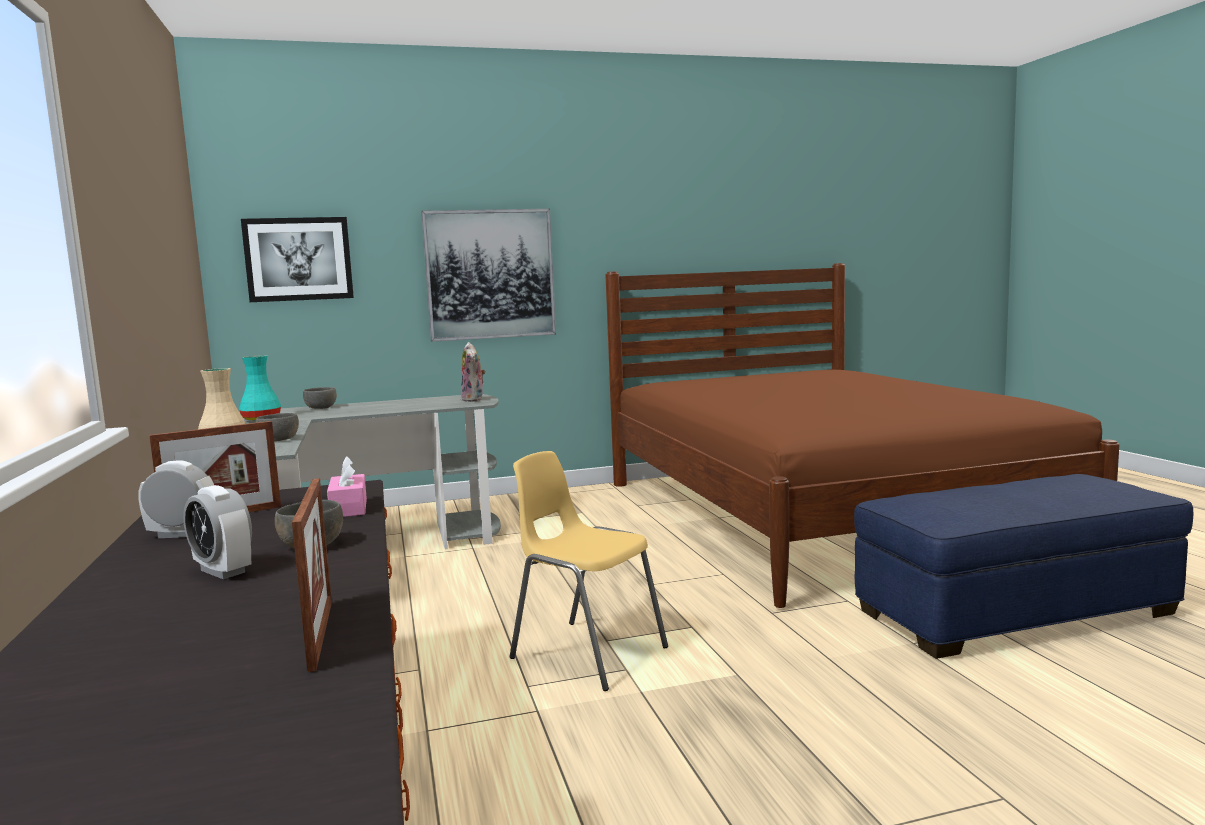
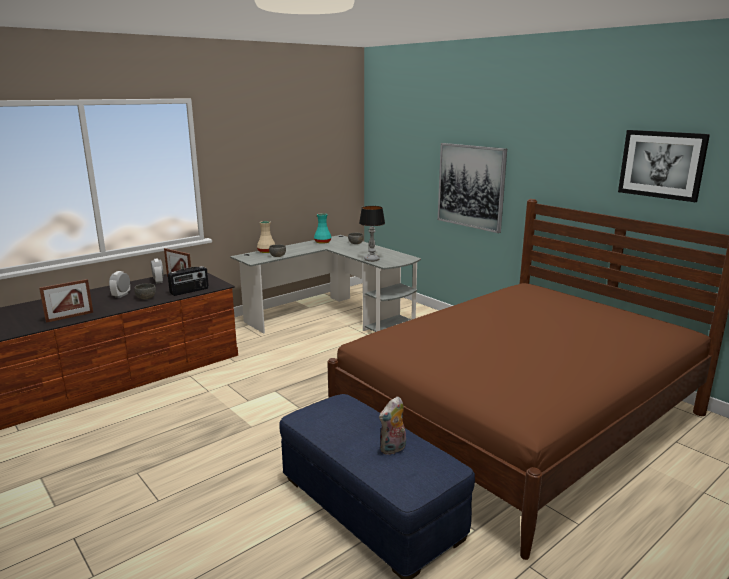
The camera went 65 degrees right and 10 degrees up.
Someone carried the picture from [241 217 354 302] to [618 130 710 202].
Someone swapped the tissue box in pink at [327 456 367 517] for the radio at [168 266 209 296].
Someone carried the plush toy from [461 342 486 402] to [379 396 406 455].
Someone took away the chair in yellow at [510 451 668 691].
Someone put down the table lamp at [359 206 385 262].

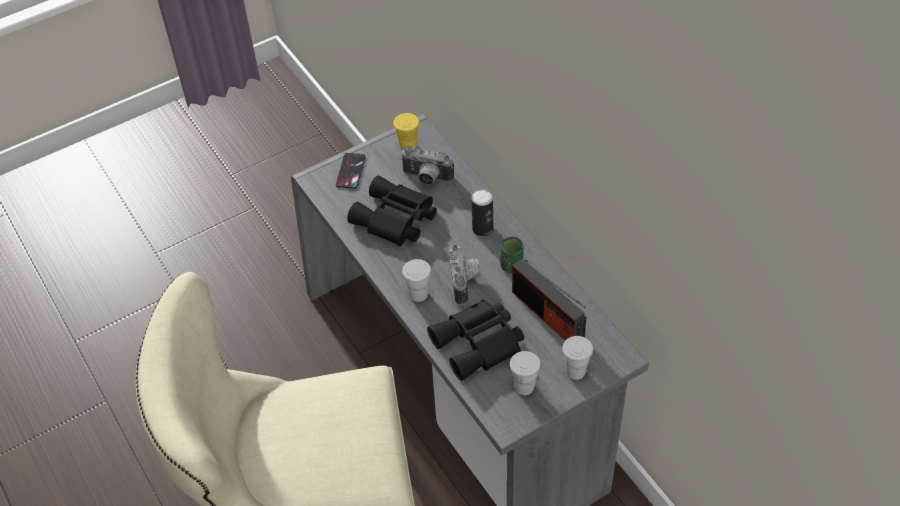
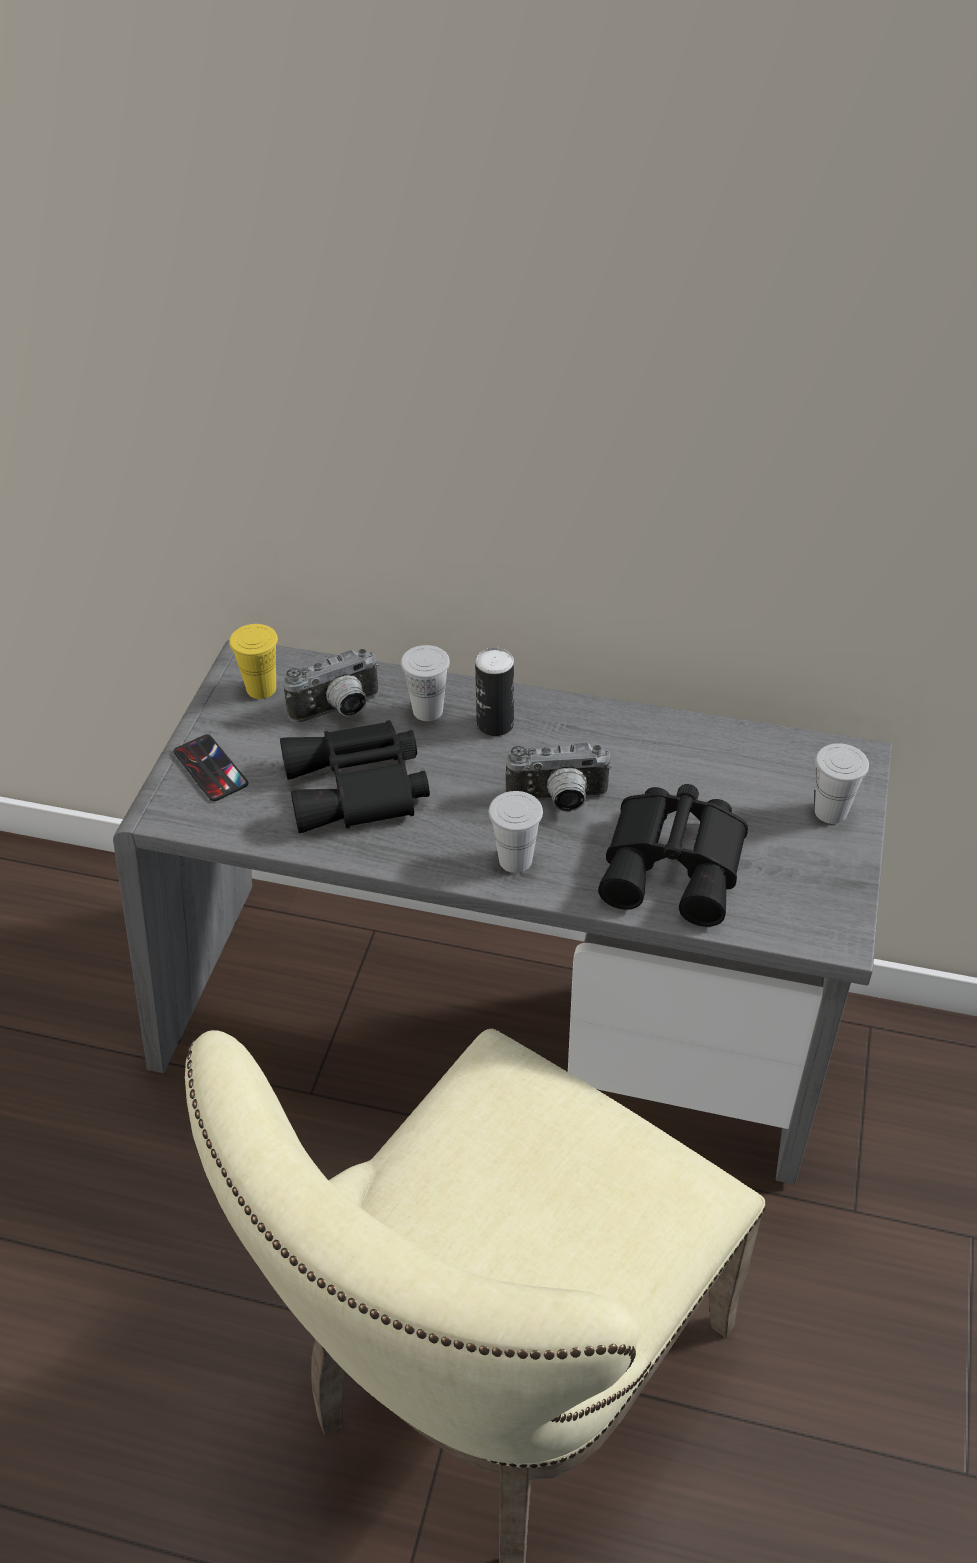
The camera went 45 degrees left and 5 degrees down.
Someone rotated the photo camera at [449 244 481 305] by 135 degrees clockwise.
Someone took away the cup in green at [500 237 524 273].
Someone carried the cup in white from [510 351 541 395] to [401 645 450 721].
Someone took away the radio at [512 258 586 341].

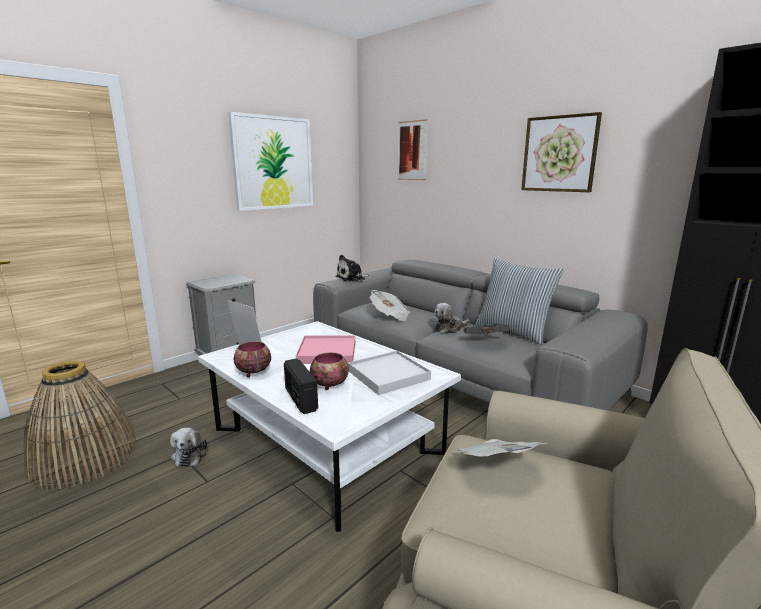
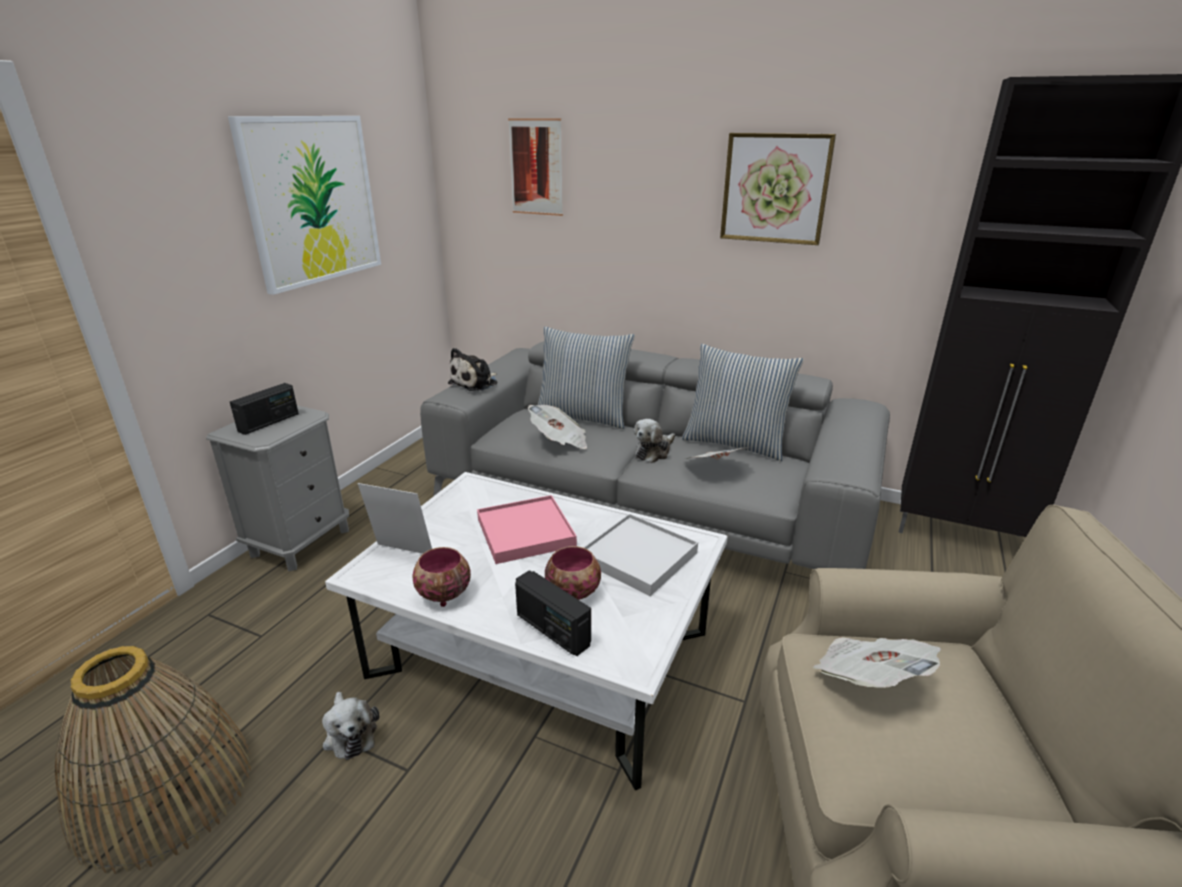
The camera went 20 degrees left and 10 degrees up.
Someone put down the radio at [230 383 299 435].
Someone put down the pillow at [538 327 635 429].

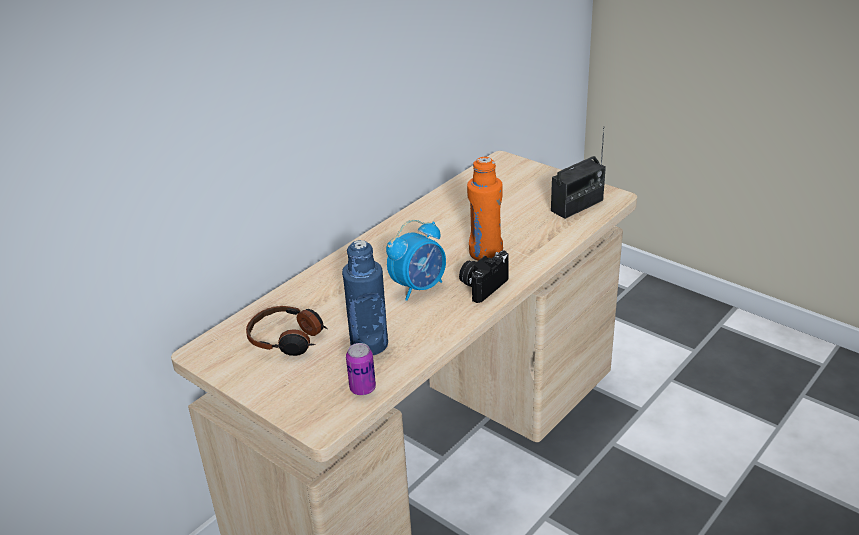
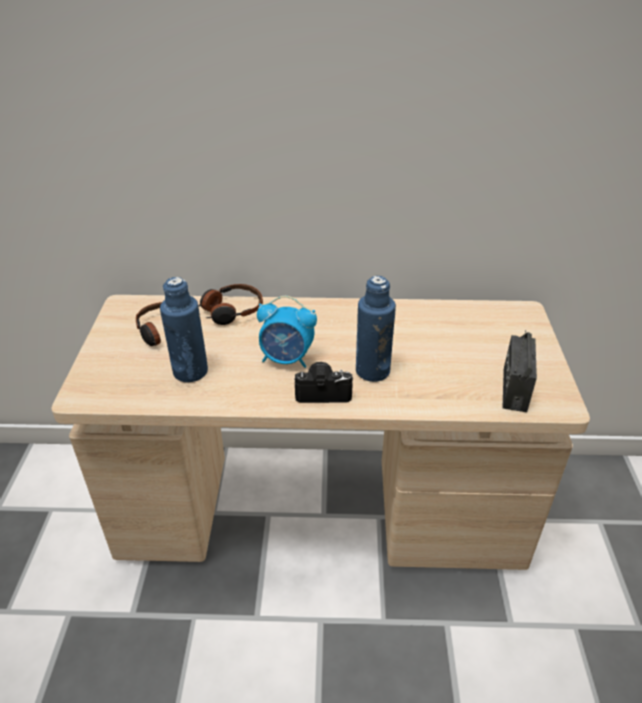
The camera went 50 degrees right and 5 degrees up.
Someone took away the can at [346 343 376 395].
Someone repainted the bottle in orange at [467 157 503 261], which became the bottle in blue at [356 276 396 382].
Someone rotated the radio at [551 127 606 219] by 90 degrees clockwise.
Someone put down the headphones at [198 284 263 325].

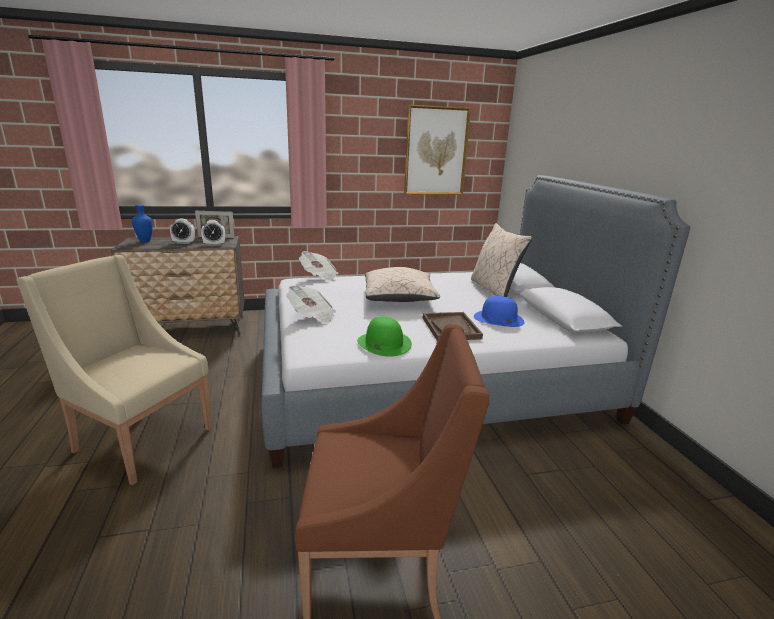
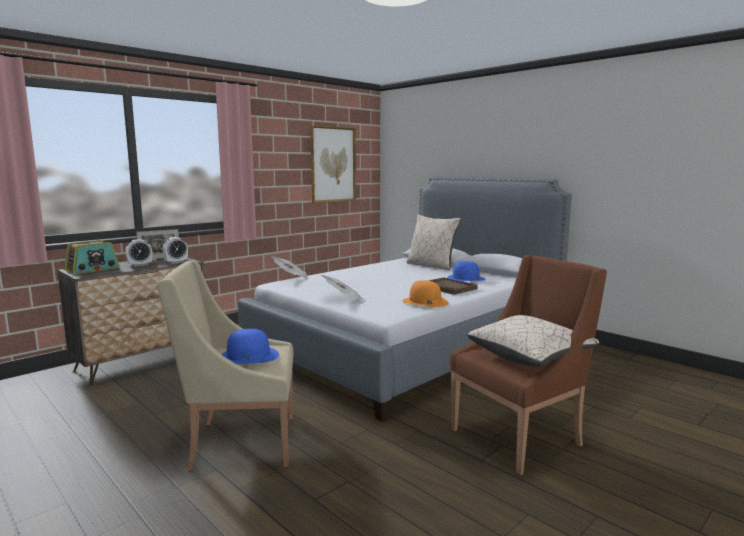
The camera went 30 degrees left and 10 degrees down.
Someone swapped the vase in blue at [132 205 153 243] for the radio at [64 240 119 274].
Someone repainted the hat in green at [357 316 412 357], which became the hat in orange at [402 280 448 307].
Someone carried the pillow in beige from [365 267 440 302] to [468 315 599 367].
Someone put down the hat in blue at [221 329 279 364].

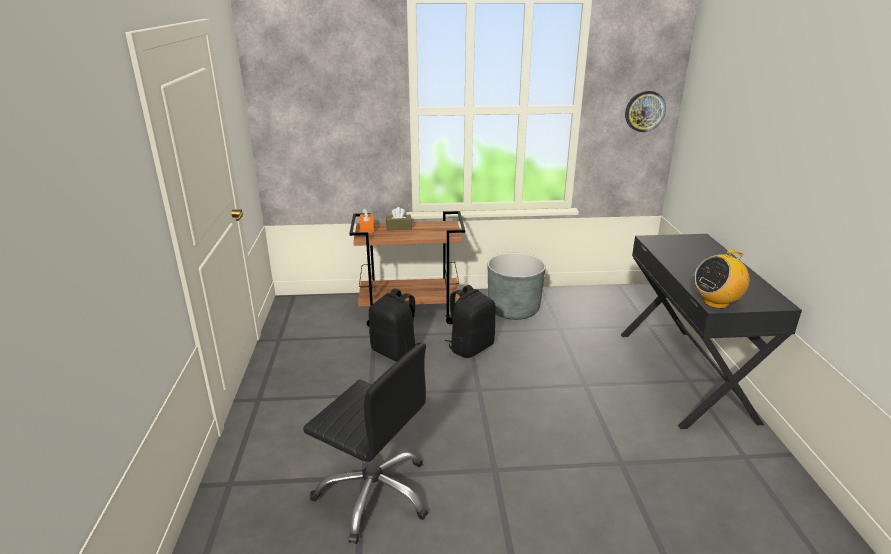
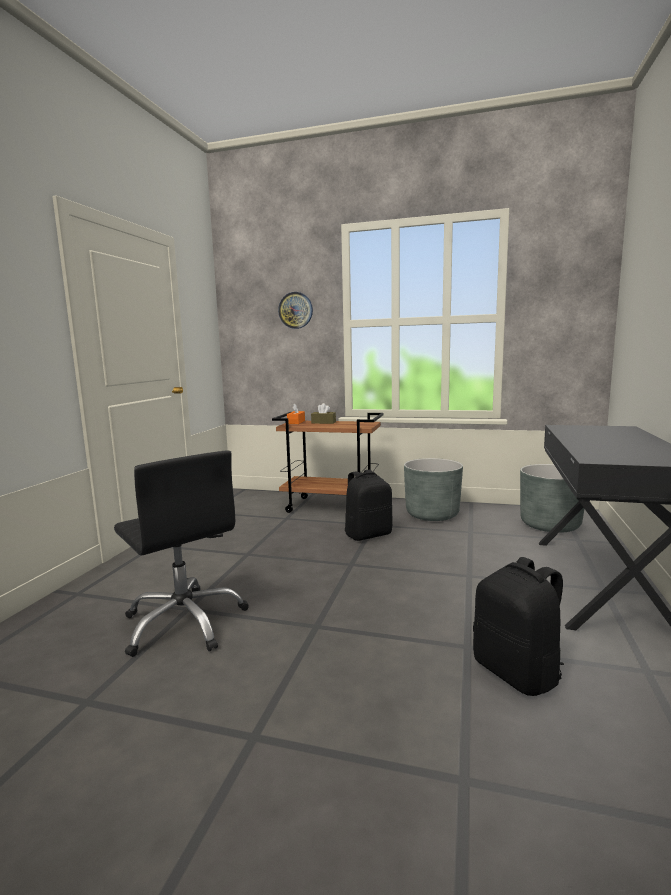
The camera went 20 degrees right and 15 degrees down.
Someone carried the backpack in black from [369 288 420 362] to [473 557 564 696].
Someone carried the wall clock from [625 91 666 132] to [278 292 313 329].
Someone took away the radio at [694 250 749 309].
Someone put down the planter in grey at [520 464 584 533].

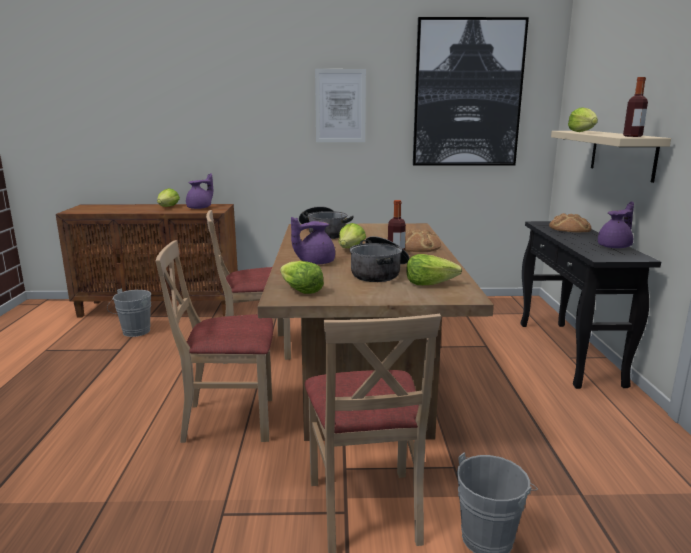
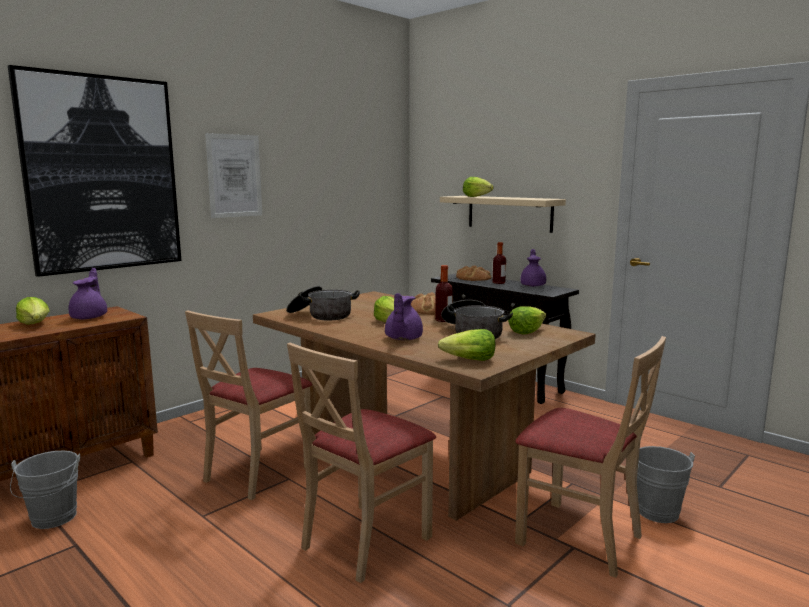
The camera went 45 degrees left and 5 degrees down.
Someone carried the picture from [413 17 529 166] to [8 65 181 277].
Someone carried the bottle from [623 77 648 137] to [493 242 506 284].

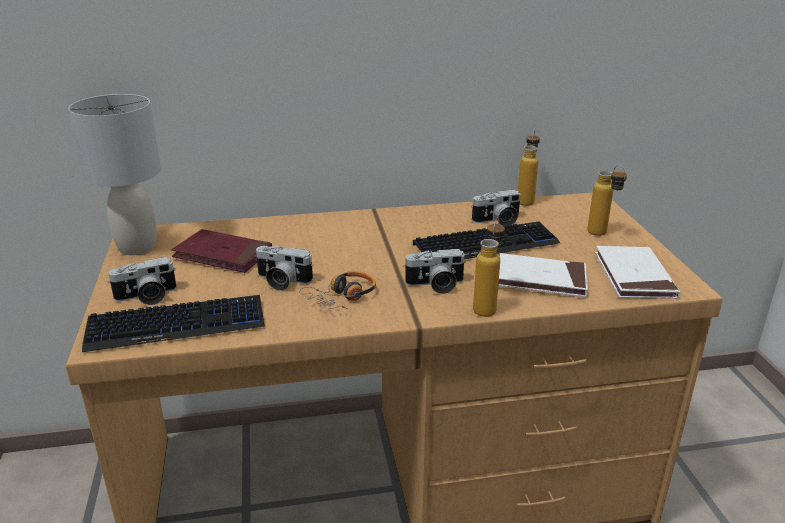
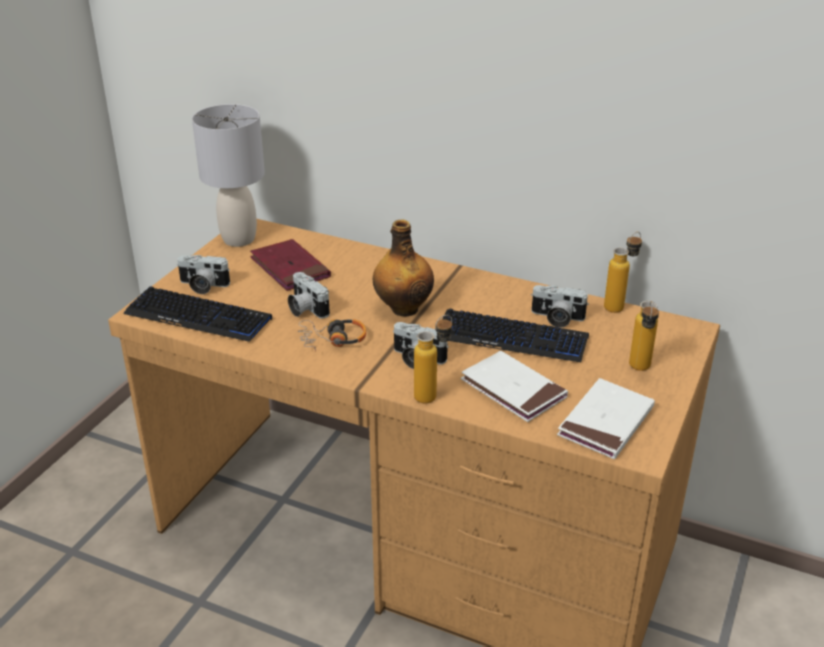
The camera went 35 degrees right and 5 degrees up.
Someone put down the bottle at [373 219 434 317].

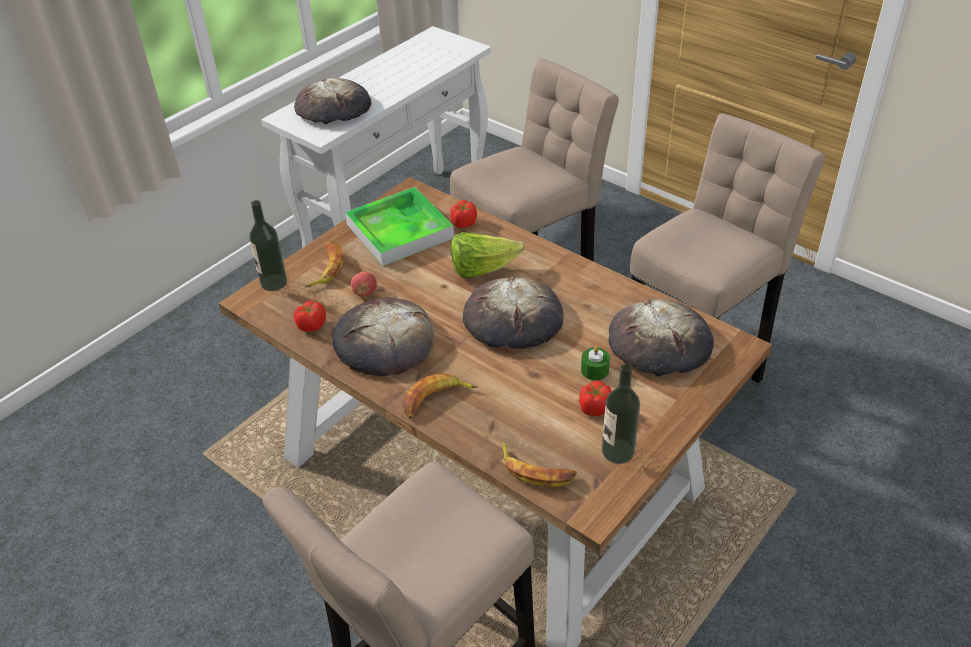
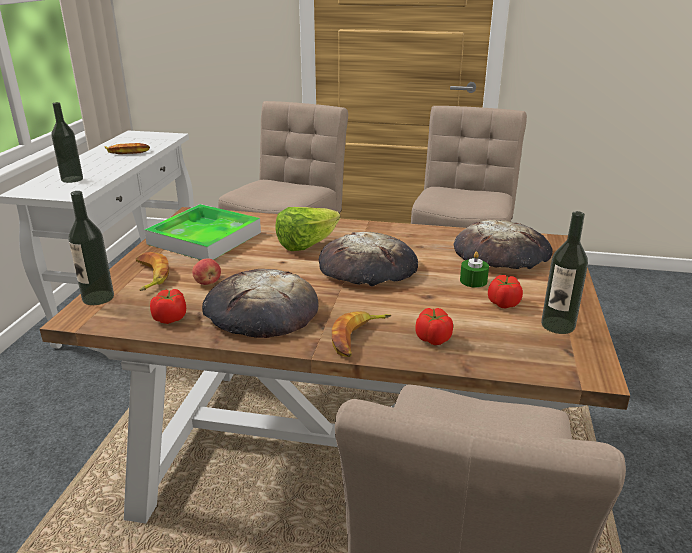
The camera went 30 degrees left and 15 degrees down.
Someone swapped the bread at [294 78 371 124] for the bottle at [52 102 83 183].
Someone carried the tomato from [450 200 477 228] to [415 308 453 345].
Someone carried the banana from [502 442 577 487] to [105 143 150 154].

